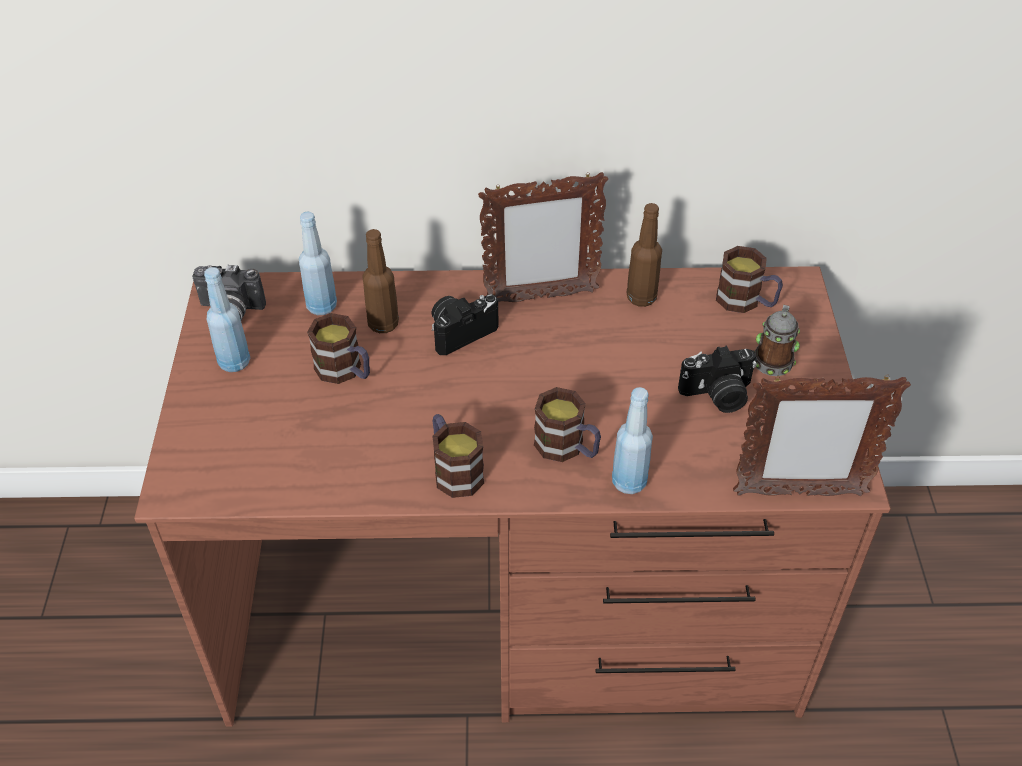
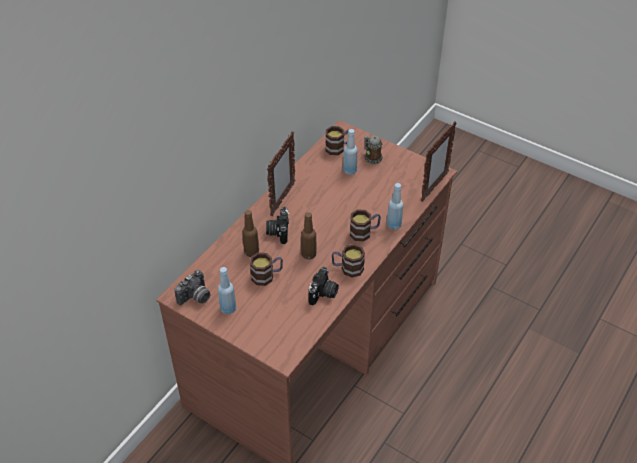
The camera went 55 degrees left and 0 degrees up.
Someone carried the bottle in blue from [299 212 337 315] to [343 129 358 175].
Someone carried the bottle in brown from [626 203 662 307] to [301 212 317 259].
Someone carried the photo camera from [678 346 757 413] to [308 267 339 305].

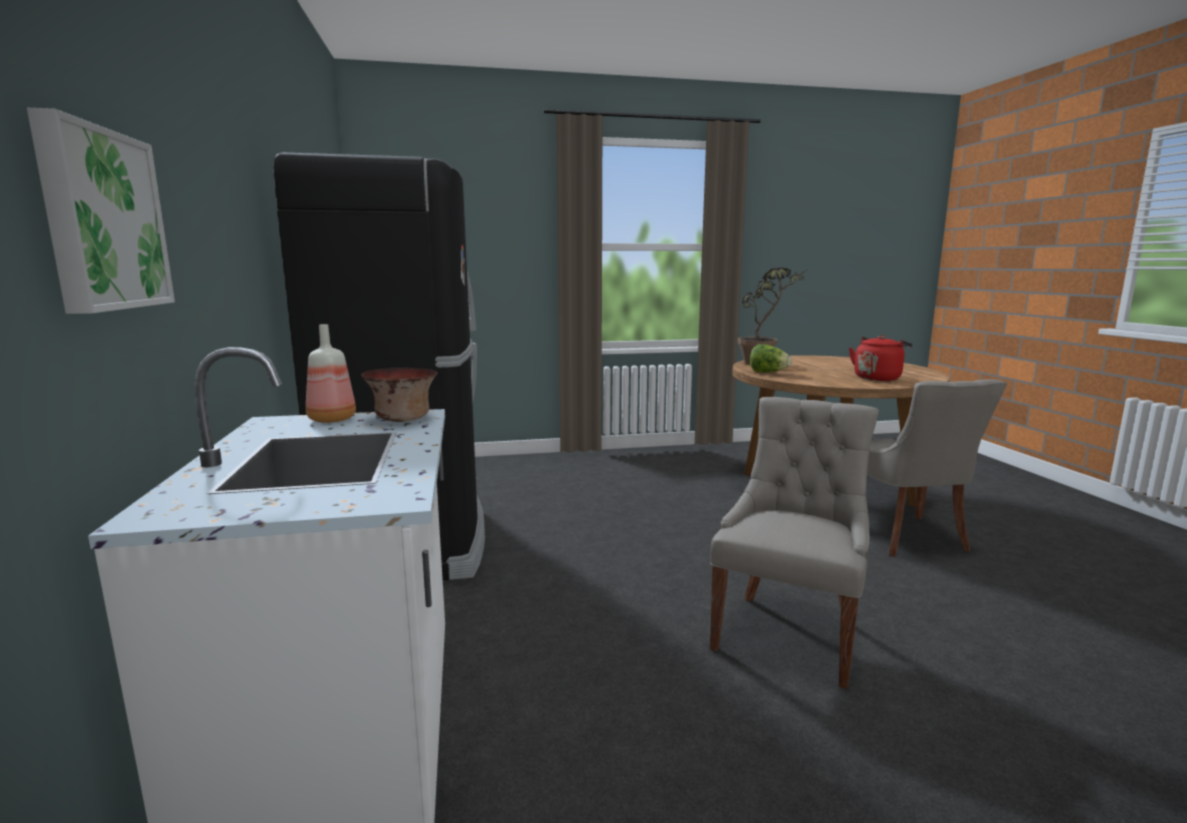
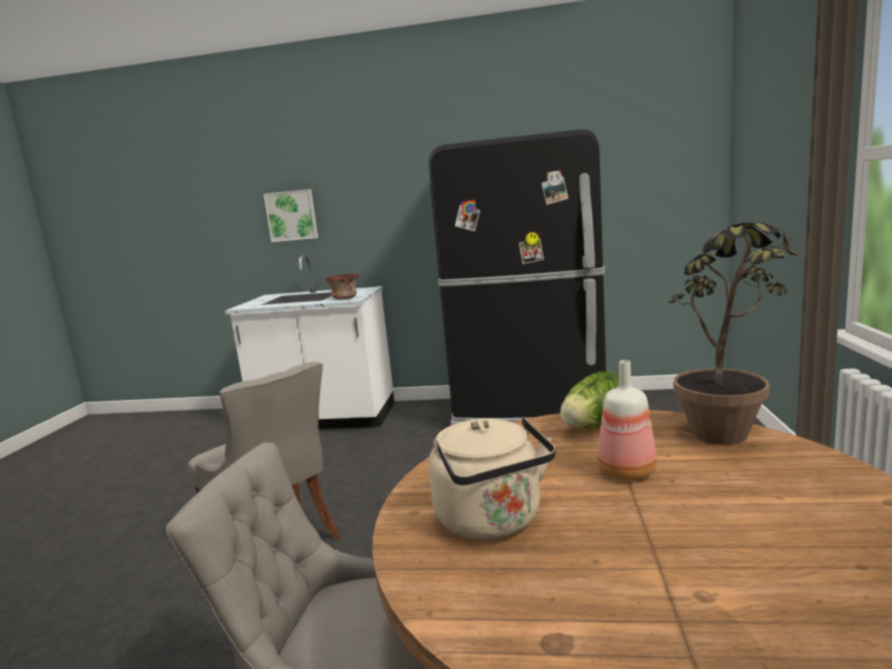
The camera went 110 degrees right and 0 degrees up.
Someone carried the bottle from [306 324 356 423] to [597 360 657 480].
Someone repainted the kettle in red at [849 335 912 381], which became the kettle in beige at [429 417 556 540].

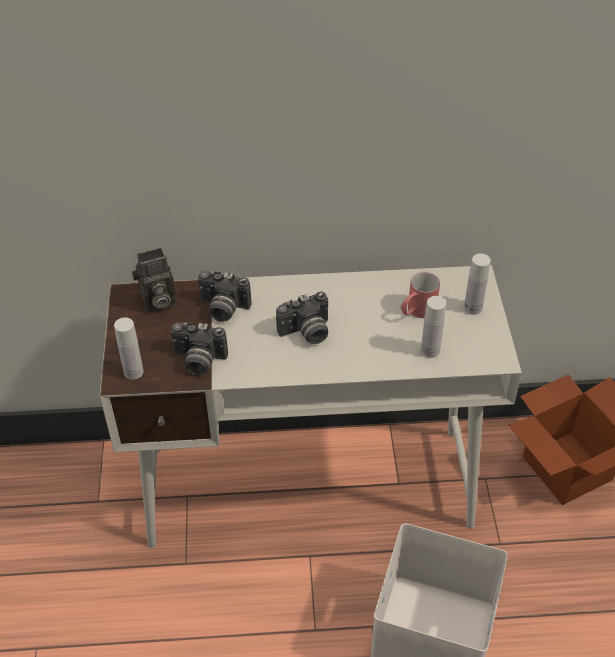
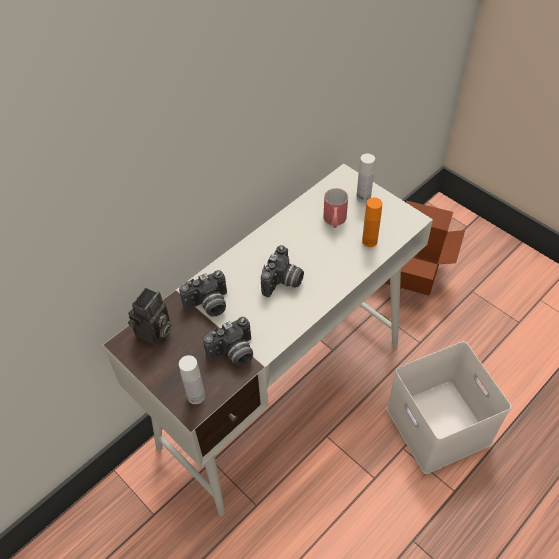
The camera went 40 degrees left and 5 degrees up.
Someone repainted the bottle in white at [421 296 446 358], which became the bottle in orange at [362 198 382 247].

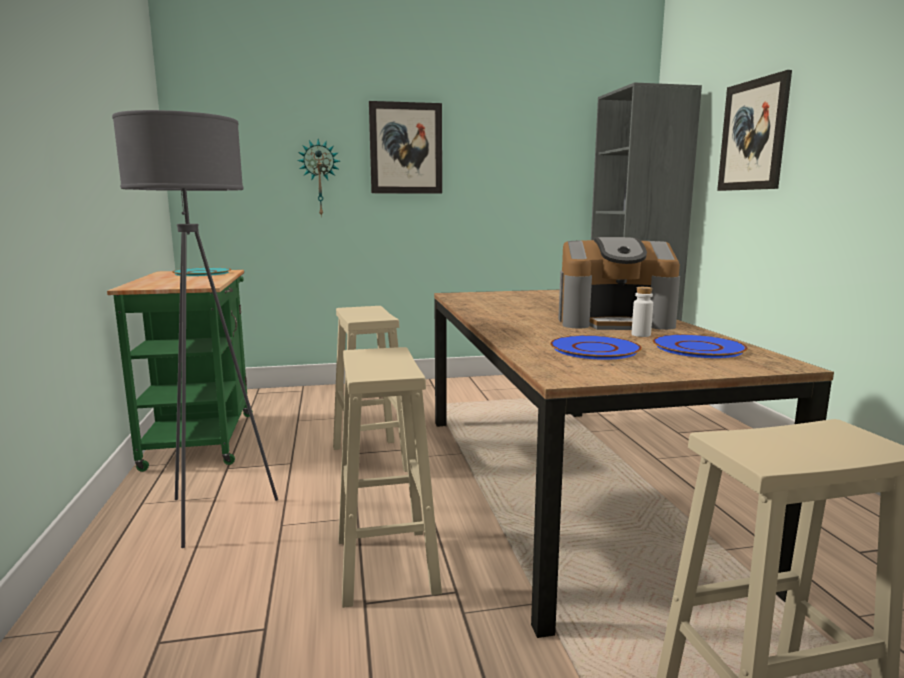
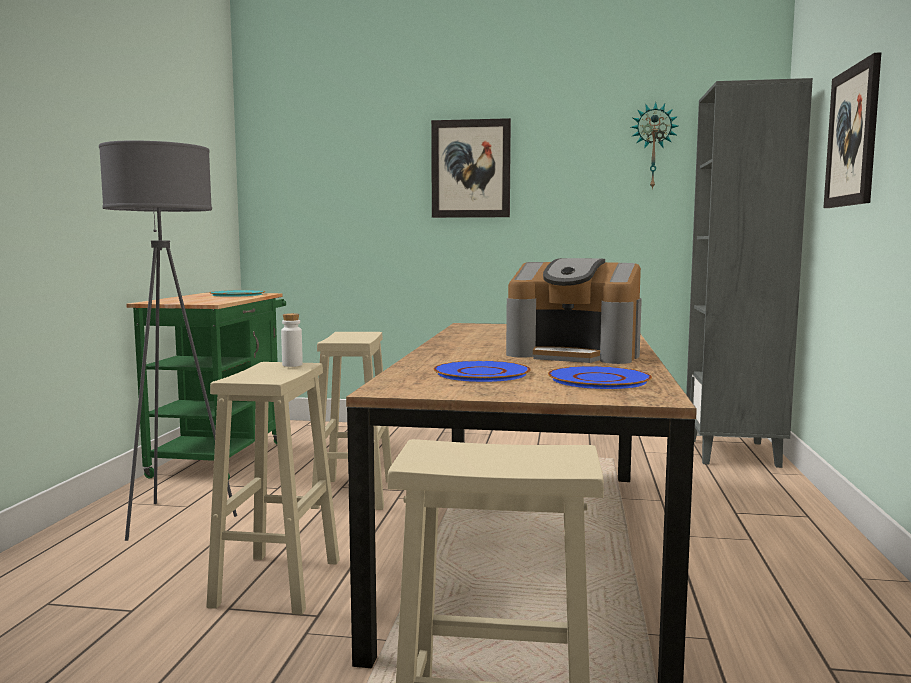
The camera went 20 degrees right and 5 degrees down.
Someone carried the wall clock from [297 139 340 217] to [631 102 678 190].
Someone carried the bottle in white from [632 287 653 337] to [281 313 303 367].

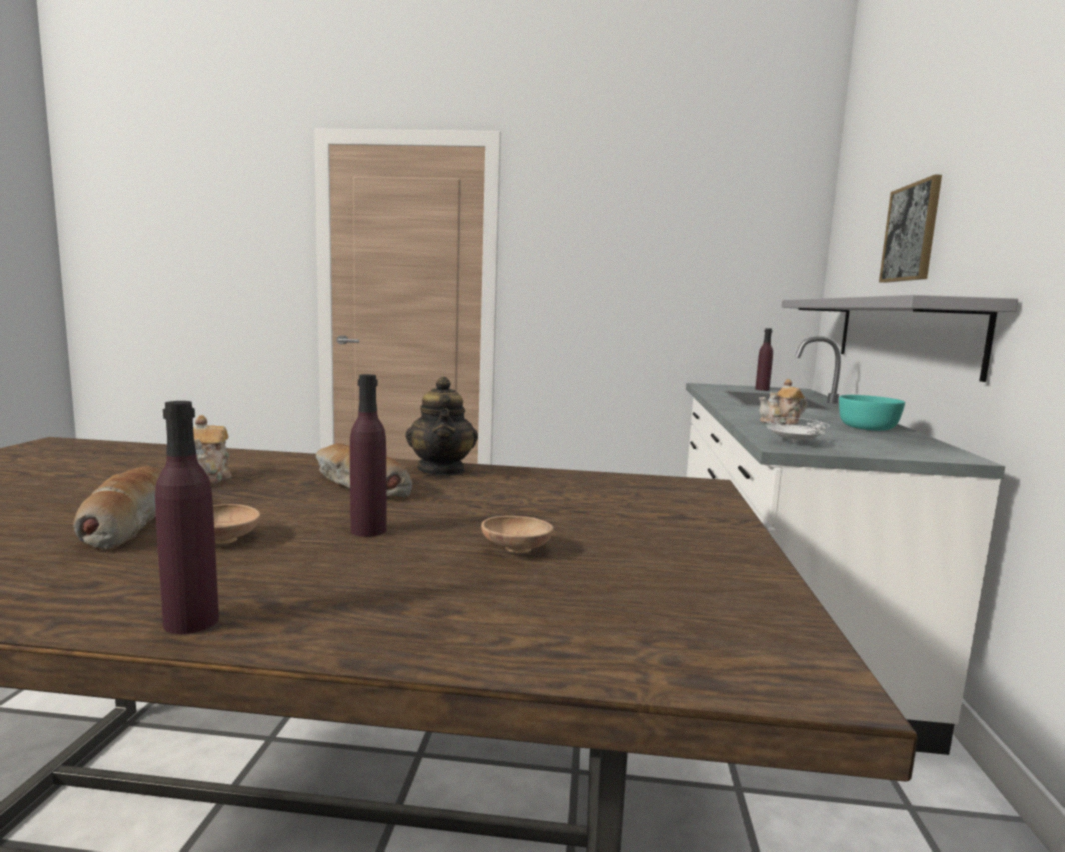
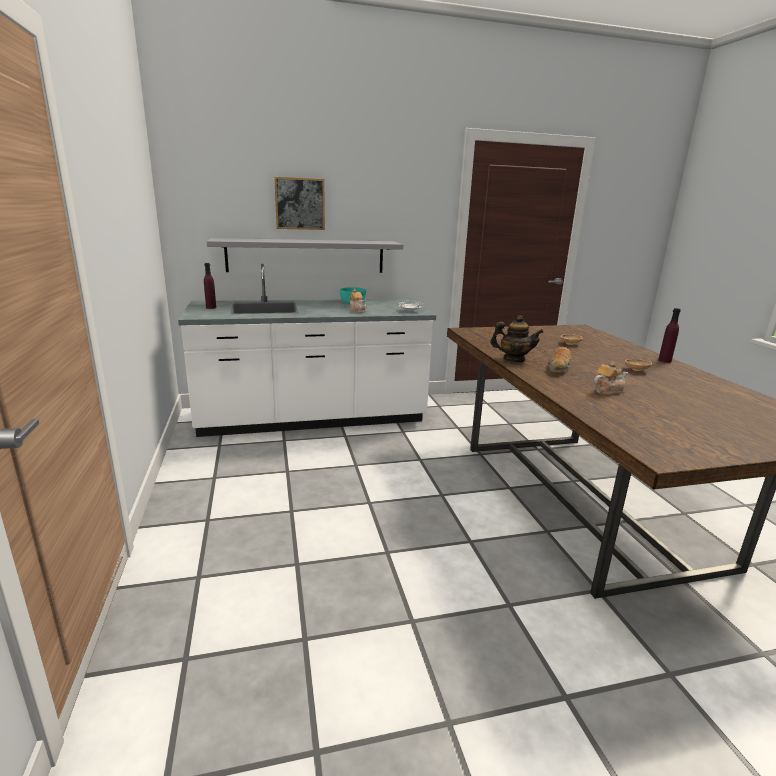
The camera went 110 degrees left and 10 degrees up.
Someone took away the bread at [73 466 162 550].
Someone took away the bottle in purple at [350 374 387 537].
Someone rotated the teapot at [405 376 478 476] by 45 degrees clockwise.

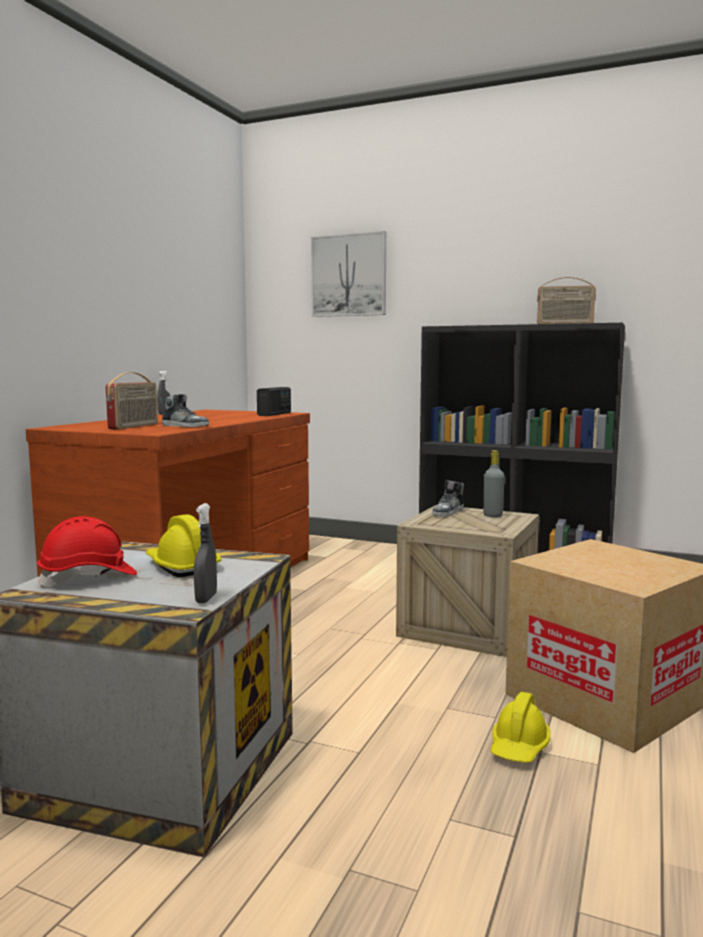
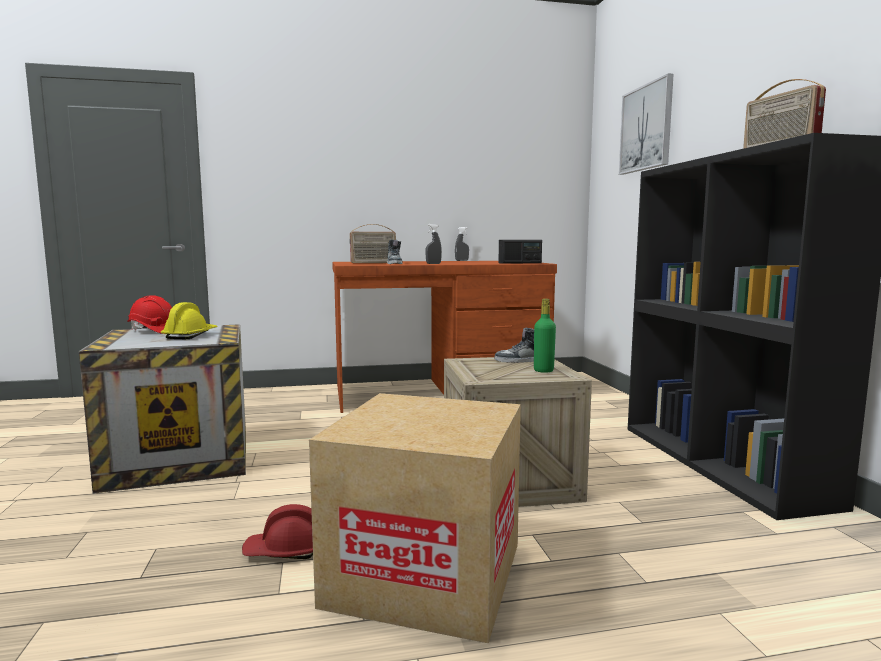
The camera went 55 degrees right and 0 degrees up.
Someone carried the spray bottle in grey from [194 503 217 603] to [425 224 442 264].
Someone repainted the bottle in grey at [483 450 505 517], which became the bottle in green at [534 299 556 373].
Someone repainted the hard hat in yellow at [491 692 550 763], which became the hard hat in red at [242 504 313 559].

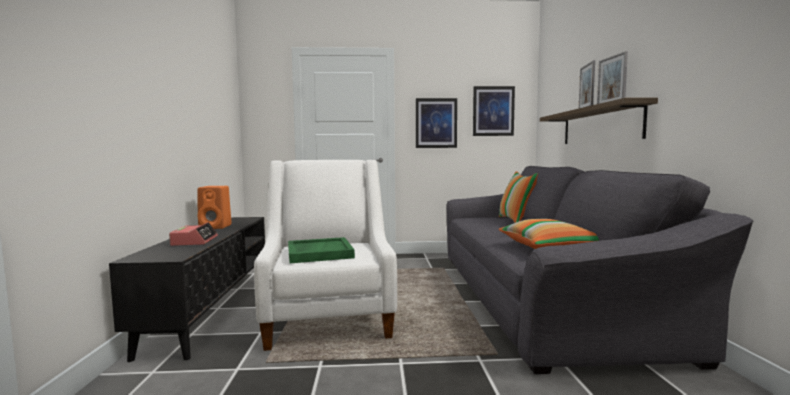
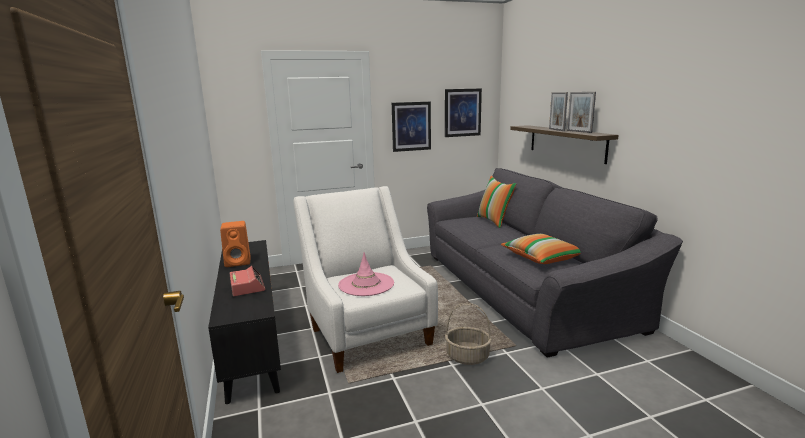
The camera went 15 degrees left and 10 degrees up.
Someone swapped the tray in green at [288 237 355 263] for the hat in pink at [338 252 394 296].
Someone put down the basket at [445 303 492 365].

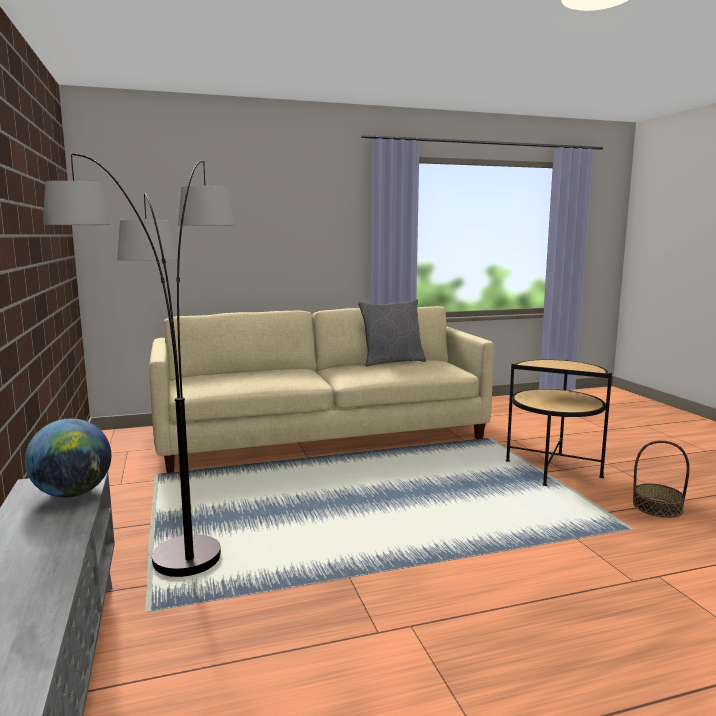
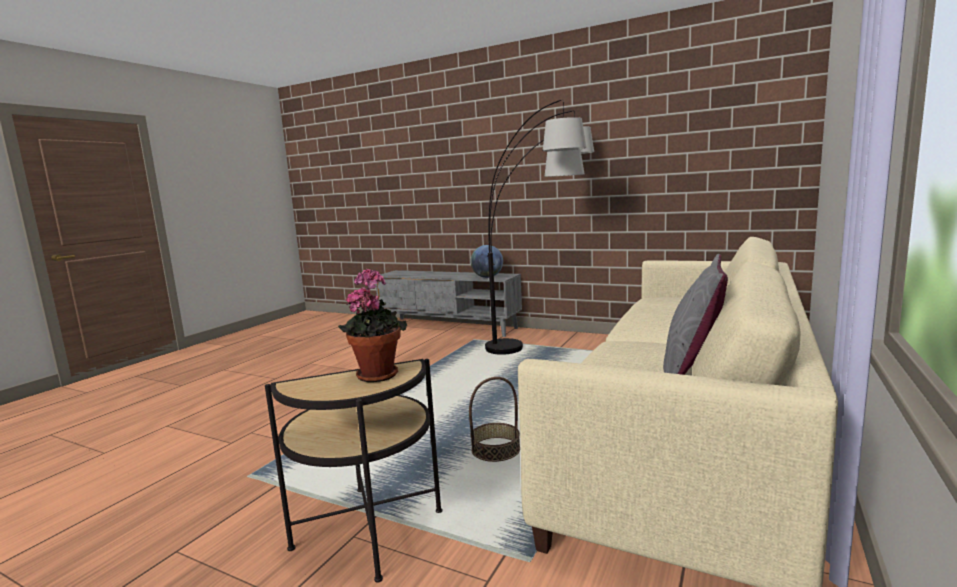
The camera went 135 degrees right and 0 degrees up.
Someone carried the basket from [633 440 690 518] to [469 377 520 462].
Someone put down the potted plant at [338 268 407 382].

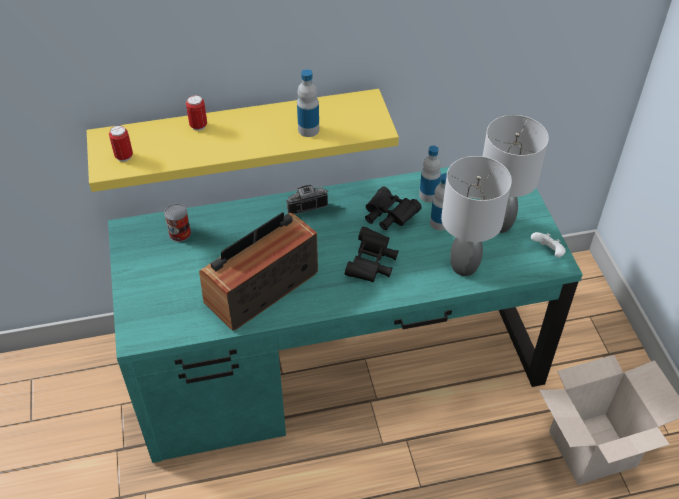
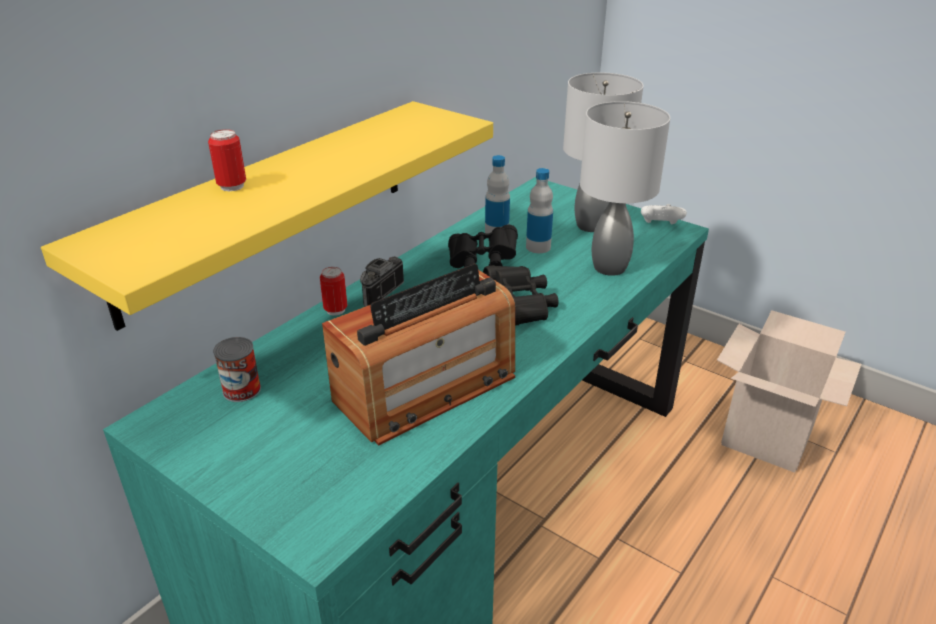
The camera went 40 degrees left and 15 degrees down.
Someone carried the can from [109 125 133 162] to [320 267 347 316].
Someone rotated the radio at [199 212 318 331] by 135 degrees counterclockwise.
Someone took away the bottle at [297 69 319 137].

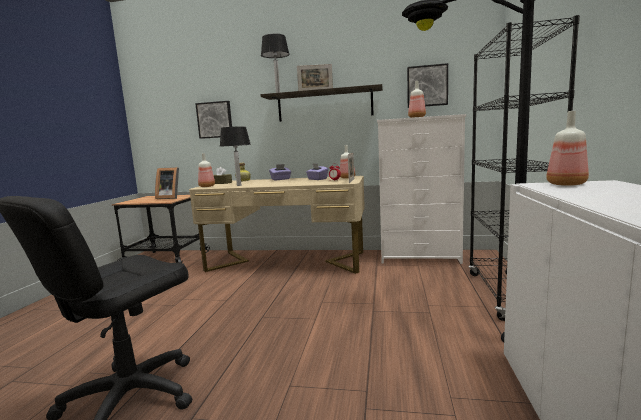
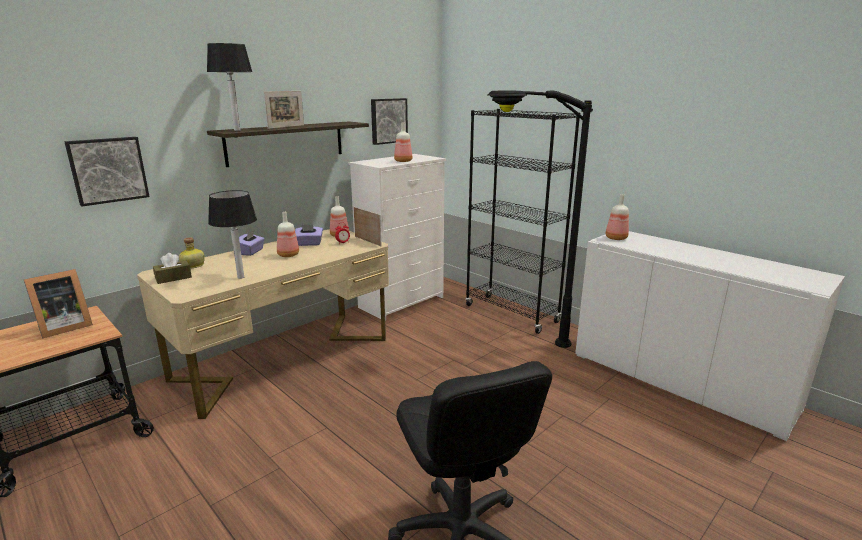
The camera went 55 degrees left and 10 degrees up.
Someone carried the bottle from [198 153 215 187] to [277 212 299 257].

